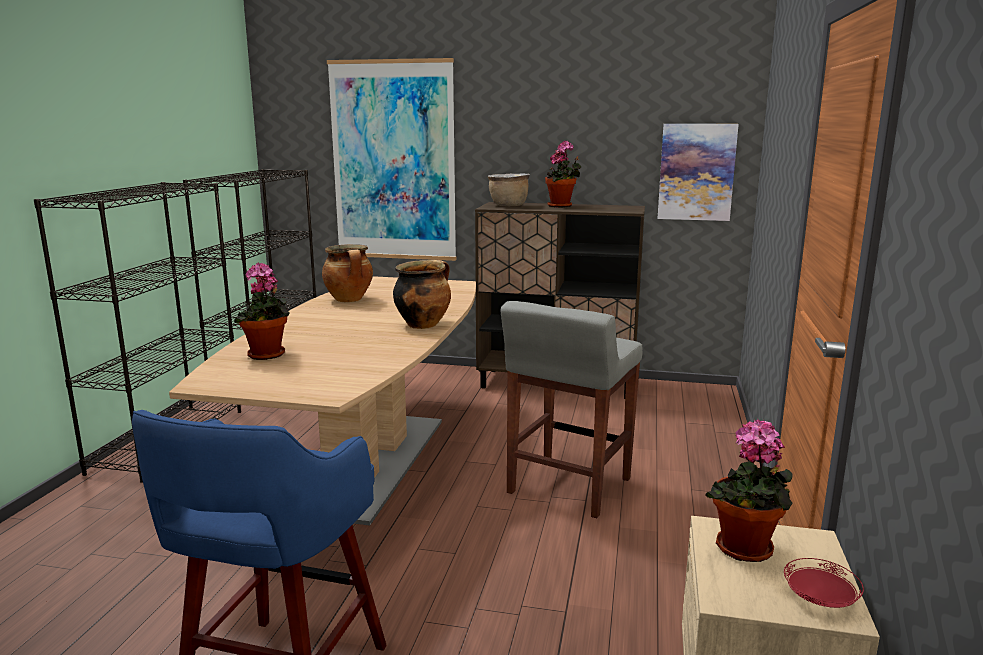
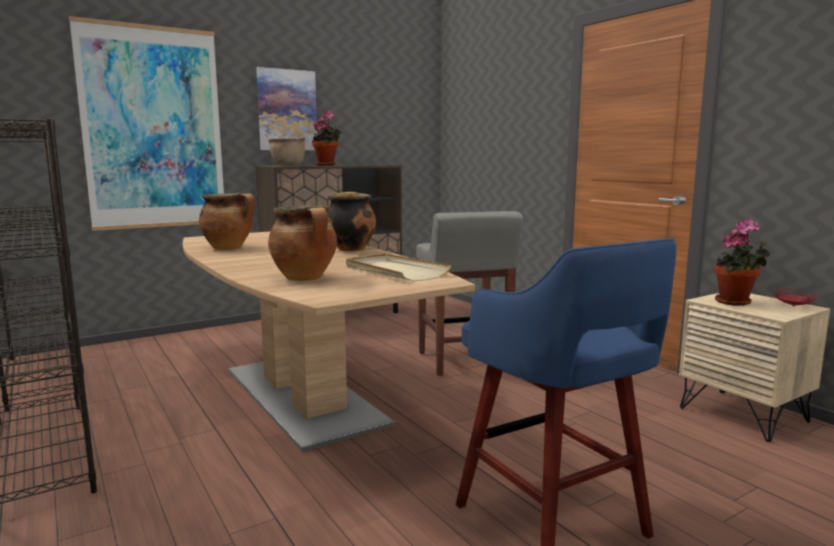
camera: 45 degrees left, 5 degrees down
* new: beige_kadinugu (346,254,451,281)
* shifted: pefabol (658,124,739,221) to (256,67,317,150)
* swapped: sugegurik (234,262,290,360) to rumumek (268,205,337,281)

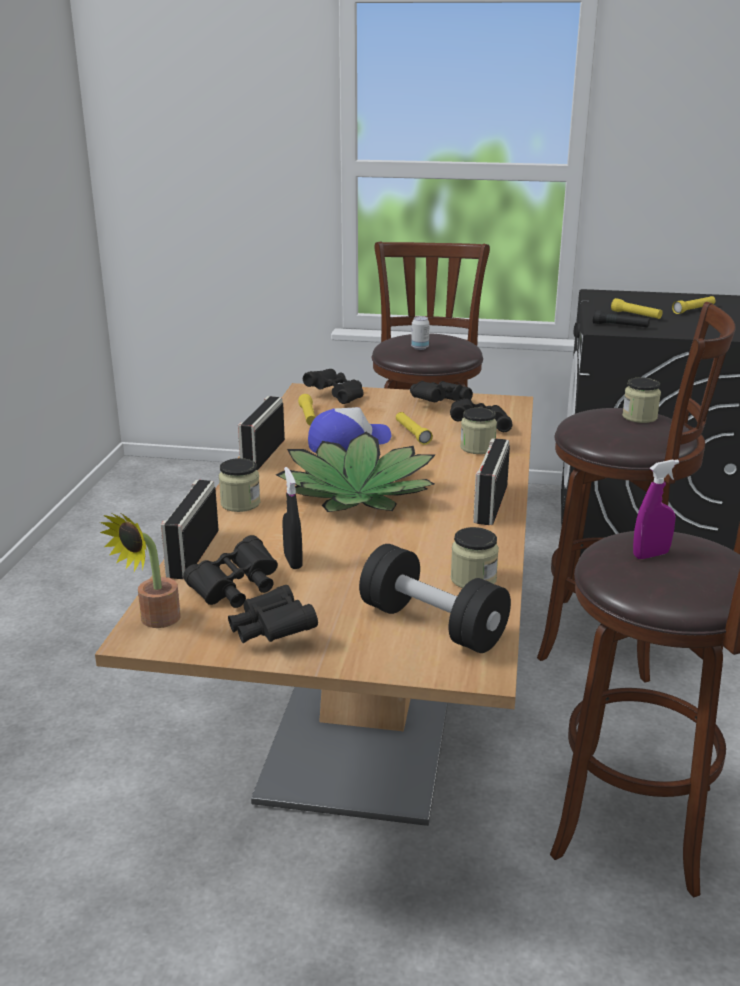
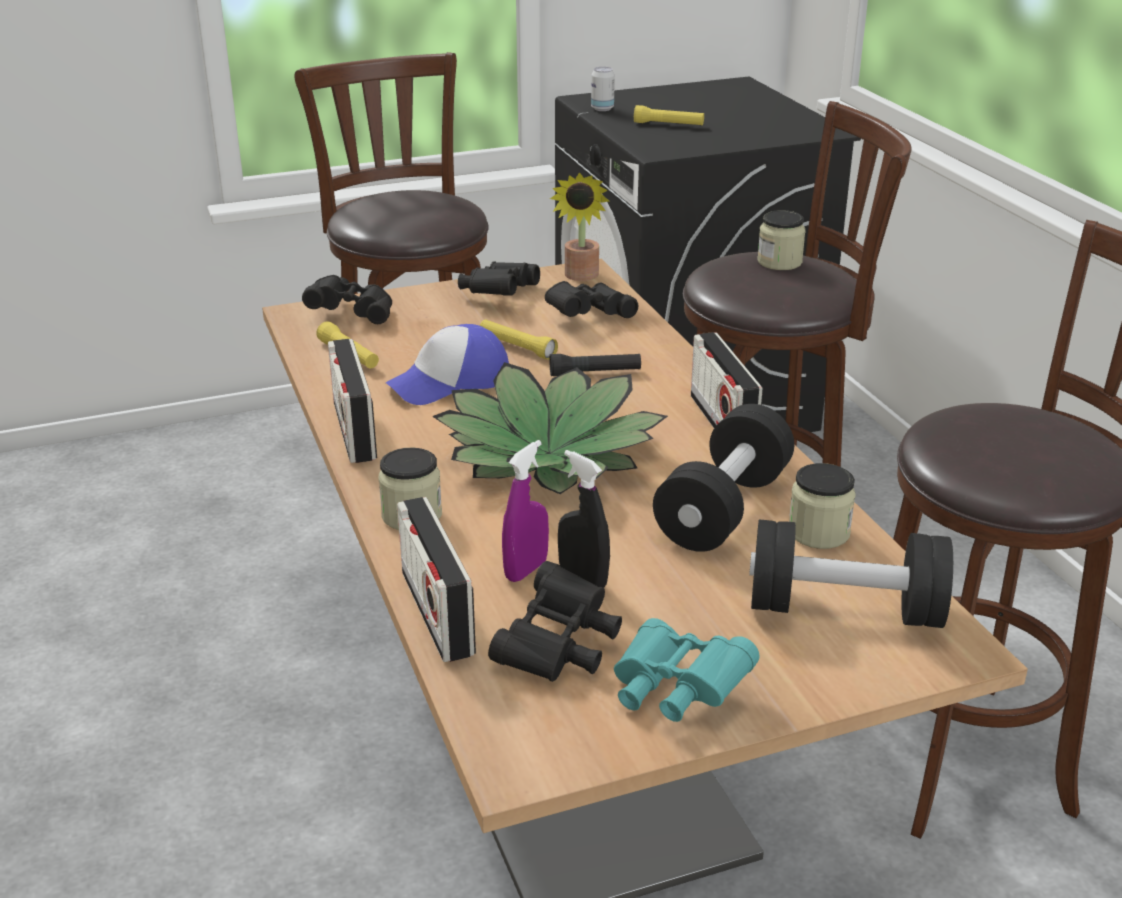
camera: 30 degrees left, 5 degrees up
* gone: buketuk (460,408,497,454)
* gone: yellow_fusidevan (672,296,716,314)
* new: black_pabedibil (653,404,794,552)
* shifted: sugegurik (100,513,180,628) to (550,172,609,281)
* shifted: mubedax (411,316,430,350) to (591,67,615,111)
* shifted: black_fusidevan (593,310,650,328) to (550,354,641,376)
* shifted: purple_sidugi (633,459,679,559) to (502,440,549,582)
* repainted: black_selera (228,585,318,643) to turquoise_selera (614,618,760,722)
* rotated: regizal (308,407,391,453) = (386,324,509,405) 150 degrees counterclockwise

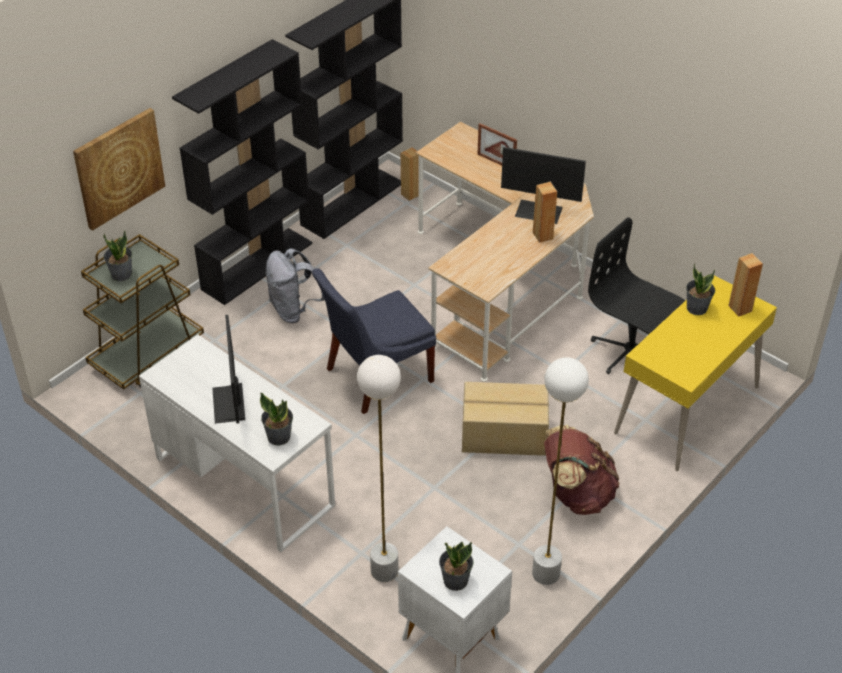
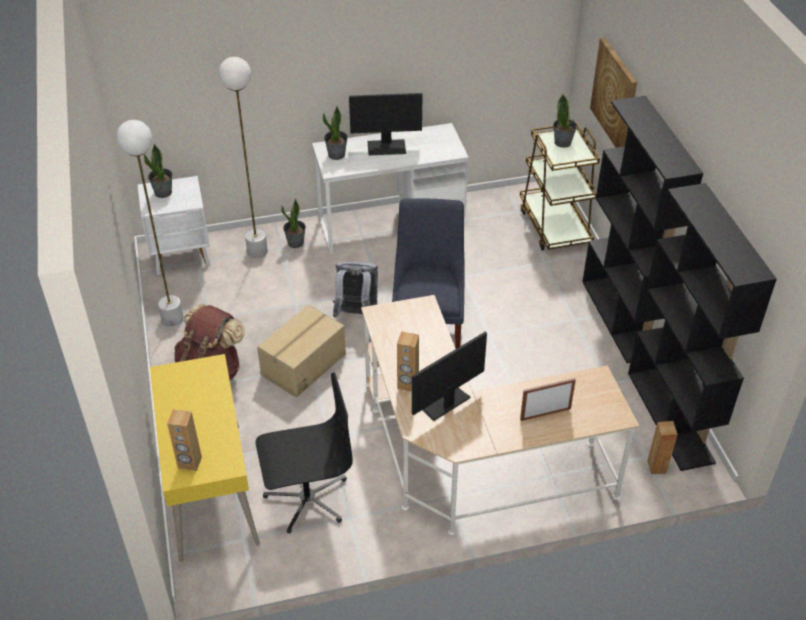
camera: 125 degrees right, 0 degrees up
* shifted: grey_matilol (265,248,325,323) to (333,262,378,318)
* shifted: sugegurik (686,263,715,315) to (281,199,306,248)
* rotated: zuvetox (212,315,245,424) = (349,93,423,155) 150 degrees clockwise

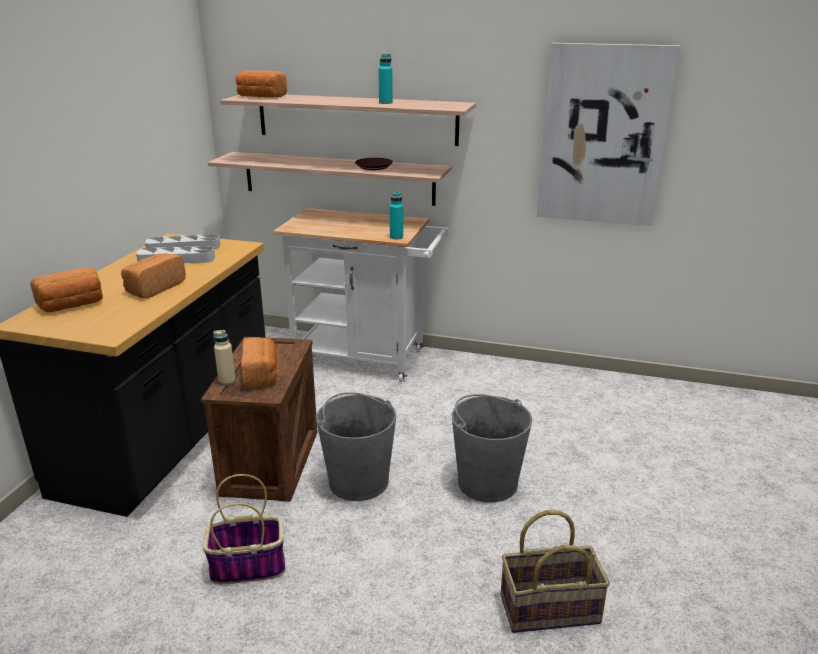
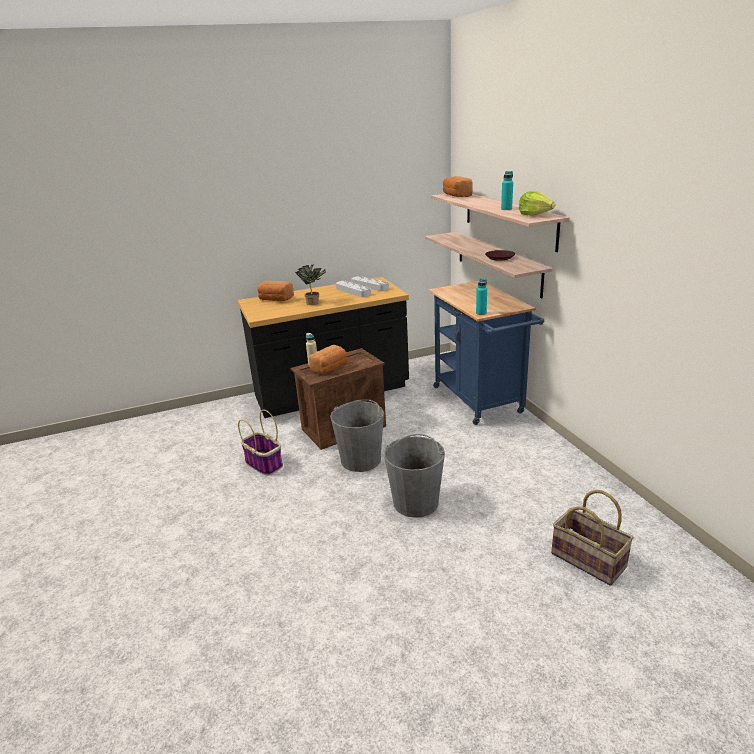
camera: 55 degrees right, 0 degrees up
* gone: pefabol (537,43,680,226)
* new: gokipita (519,191,555,216)
* shifted: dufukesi (501,510,610,633) to (551,490,634,586)
* swapped: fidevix (121,253,186,298) to sugegurik (295,265,326,305)
* repainted: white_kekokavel (273,208,449,382) to blue_kekokavel (429,281,544,425)

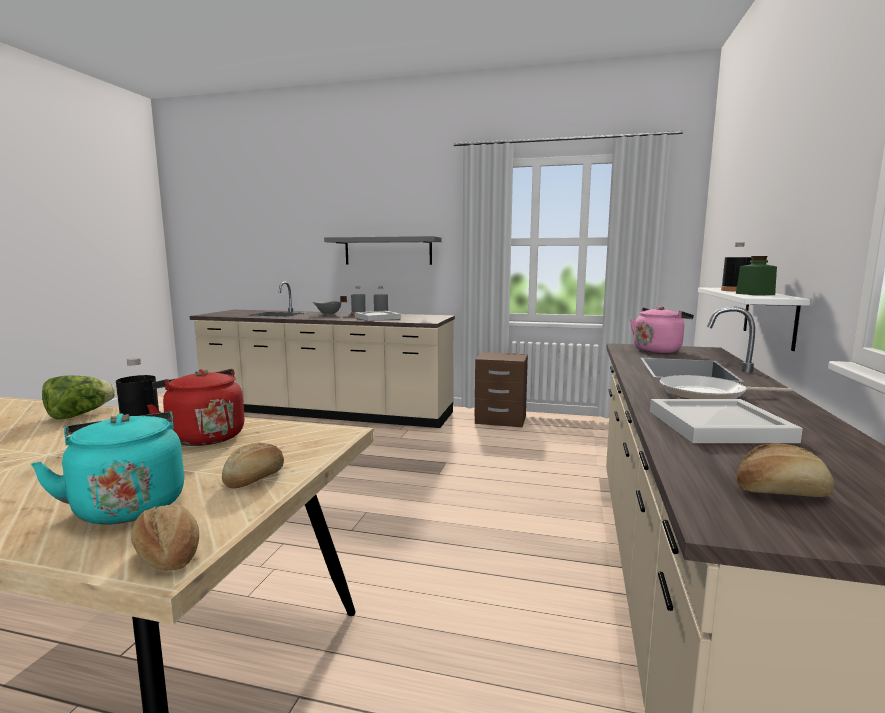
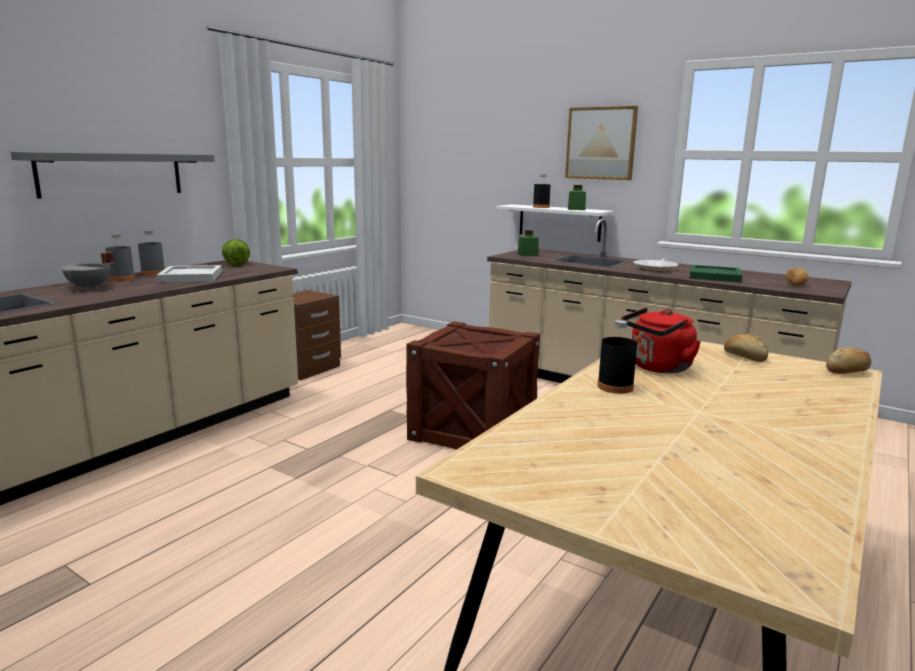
camera: 70 degrees left, 5 degrees up
* gone: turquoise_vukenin (31,411,184,525)
* new: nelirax (406,321,540,450)
* new: pefabol (565,106,638,180)
* shifted: gokipita (42,375,115,419) to (222,239,250,266)
* swapped: pink_vukenin (630,306,694,353) to green_buketuk (518,230,539,256)
* repainted: white_kadinugu (650,399,803,443) to green_kadinugu (690,265,742,282)

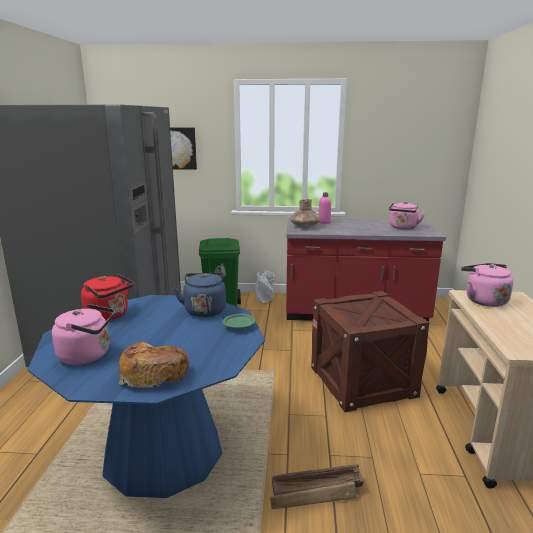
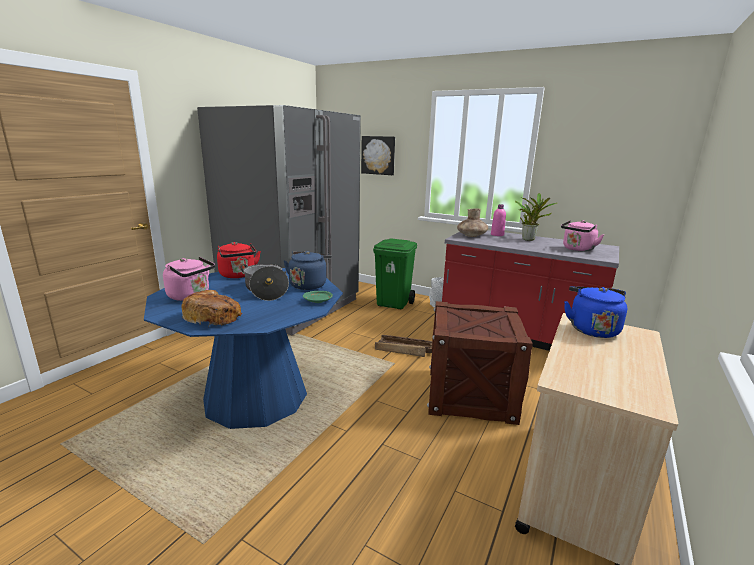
camera: 25 degrees right, 0 degrees up
* new: rumumek (240,264,289,301)
* new: sugegurik (515,193,557,241)
* shifted: nelirax (270,465,364,509) to (375,335,432,357)
* repainted: pink_vukenin (461,263,513,307) to blue_vukenin (564,286,627,338)

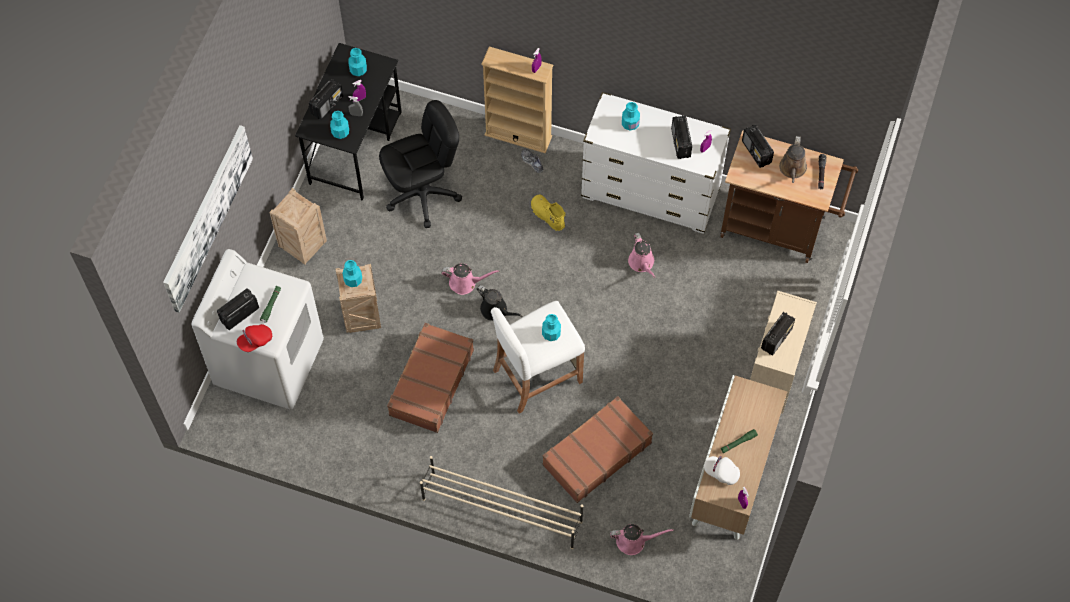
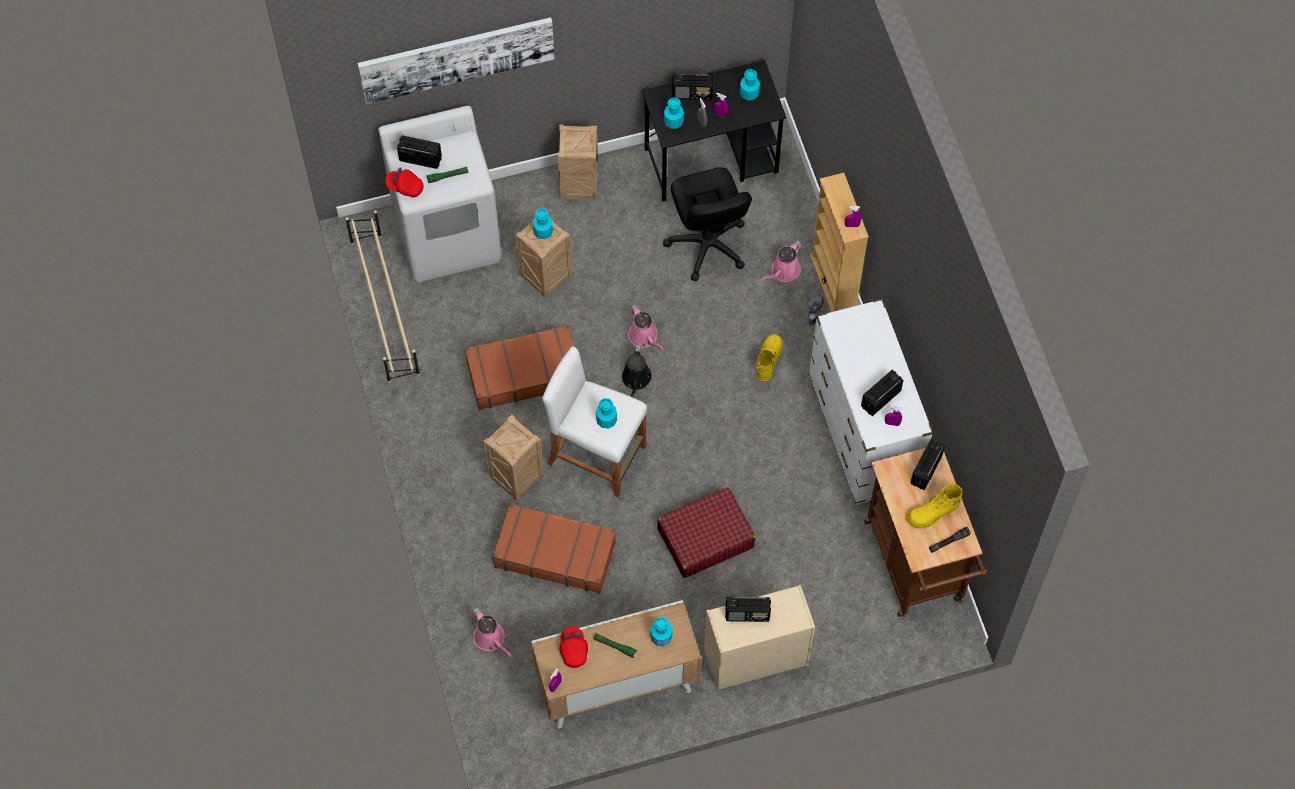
camera: 55 degrees right, 0 degrees up
* new: nelirax (483,414,544,501)
* new: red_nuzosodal (657,487,756,578)
* shifted: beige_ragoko (420,456,583,549) to (345,210,420,383)
* shifted: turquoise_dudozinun (622,102,640,131) to (650,617,672,646)
* shifted: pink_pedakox (628,232,655,278) to (761,240,802,282)
* swapped: brown_pedakox (779,136,807,183) to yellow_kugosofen (906,484,962,529)
* repainted: white_regizal (704,456,740,485) to red_regizal (559,627,588,668)
* rotated: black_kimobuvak (379,100,462,228) = (663,167,752,281) 45 degrees clockwise

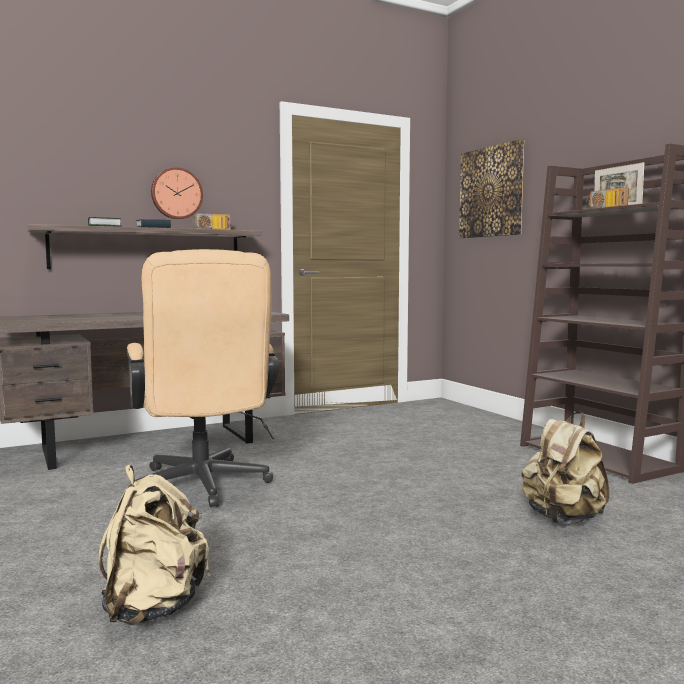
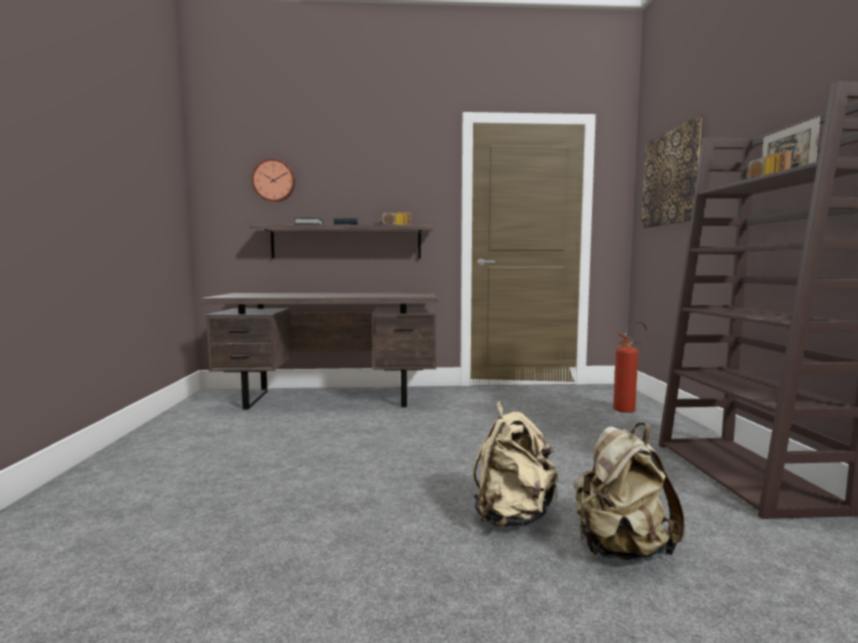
camera: 25 degrees right, 0 degrees up
* gone: beige_kimobuvak (127,249,279,508)
* new: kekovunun (613,321,647,413)
* shifted: beige_matilol (98,464,211,625) to (473,402,558,527)
* shifted: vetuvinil (151,167,203,219) to (252,159,295,202)

